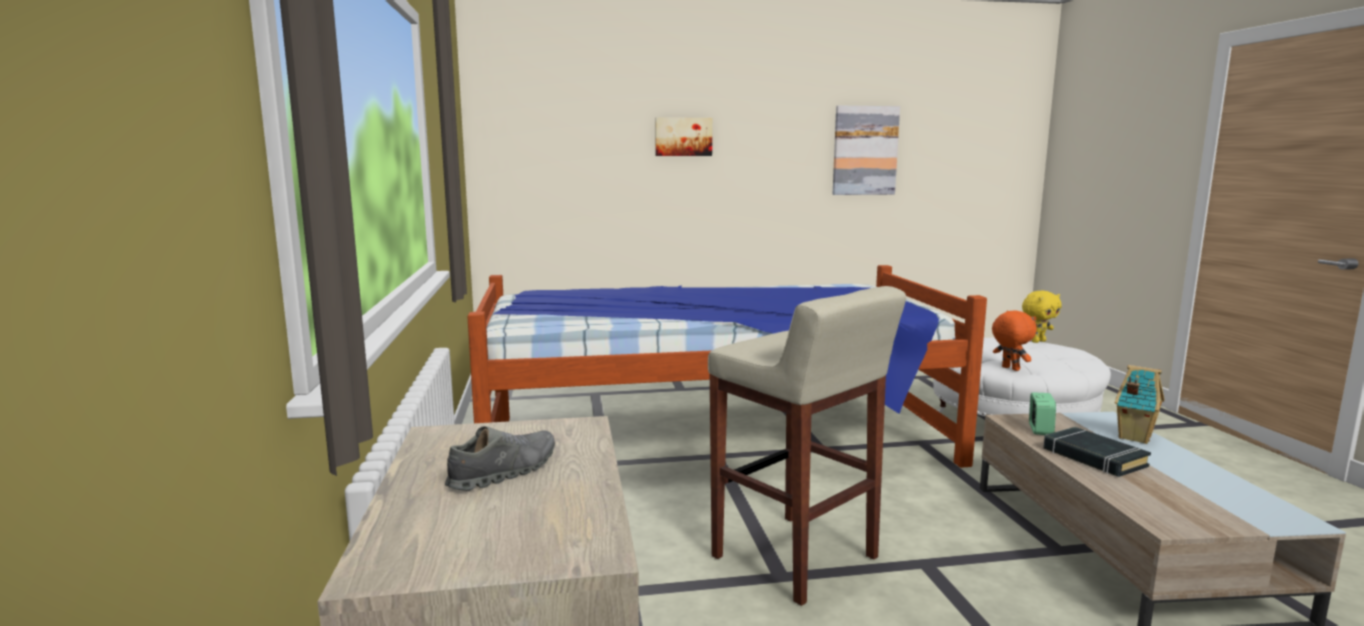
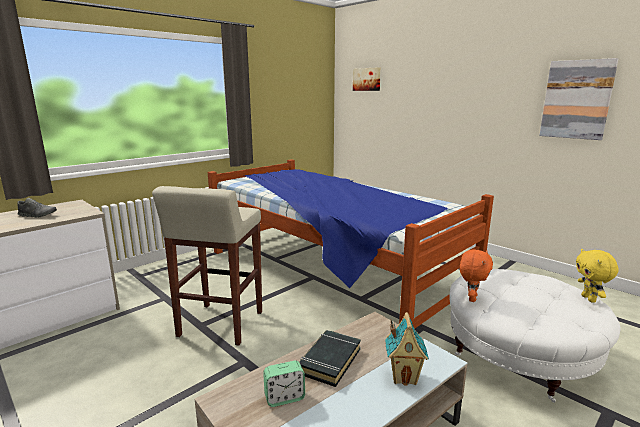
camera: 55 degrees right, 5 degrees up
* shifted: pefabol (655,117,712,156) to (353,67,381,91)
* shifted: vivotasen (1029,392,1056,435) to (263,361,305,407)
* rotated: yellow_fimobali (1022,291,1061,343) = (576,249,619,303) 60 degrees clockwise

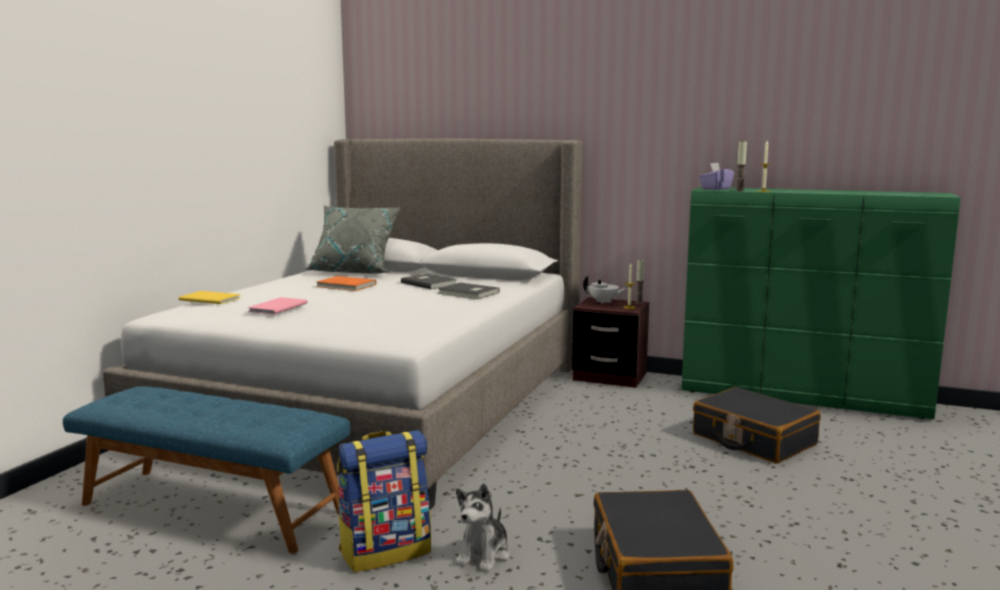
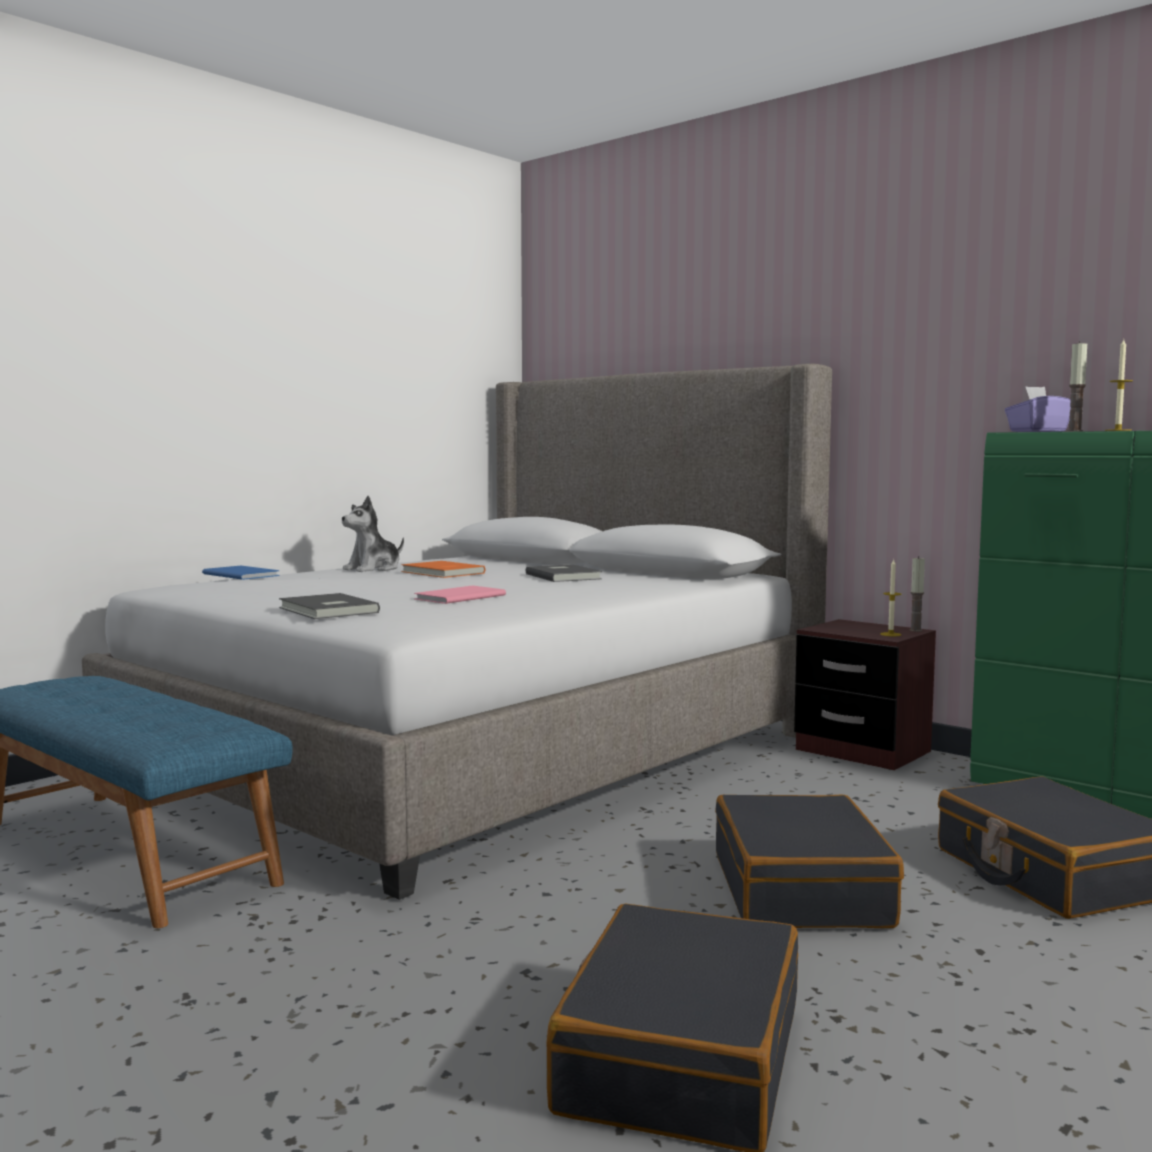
camera: 20 degrees right, 5 degrees down
* gone: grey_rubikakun (305,206,401,274)
* gone: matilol (337,430,431,572)
* gone: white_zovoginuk (583,275,627,304)
* new: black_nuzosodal (715,795,904,928)
* shifted: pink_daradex (247,297,308,314) to (414,586,506,604)
* shifted: grey_daradex (438,282,500,299) to (279,593,380,619)
* shifted: fimobali (455,483,510,572) to (342,496,404,572)
* repainted: yellow_daradex (179,291,241,304) to blue_daradex (202,566,280,580)

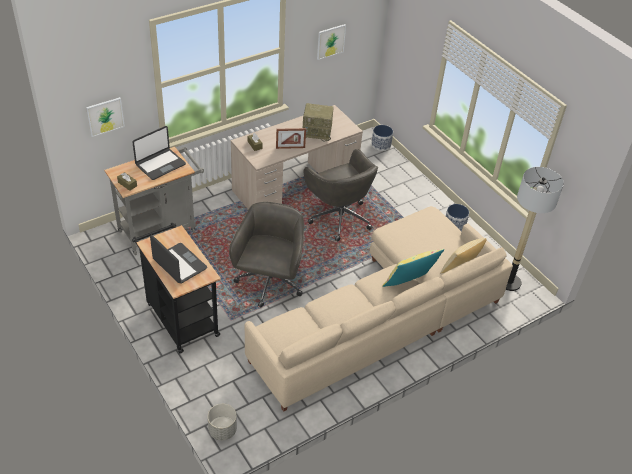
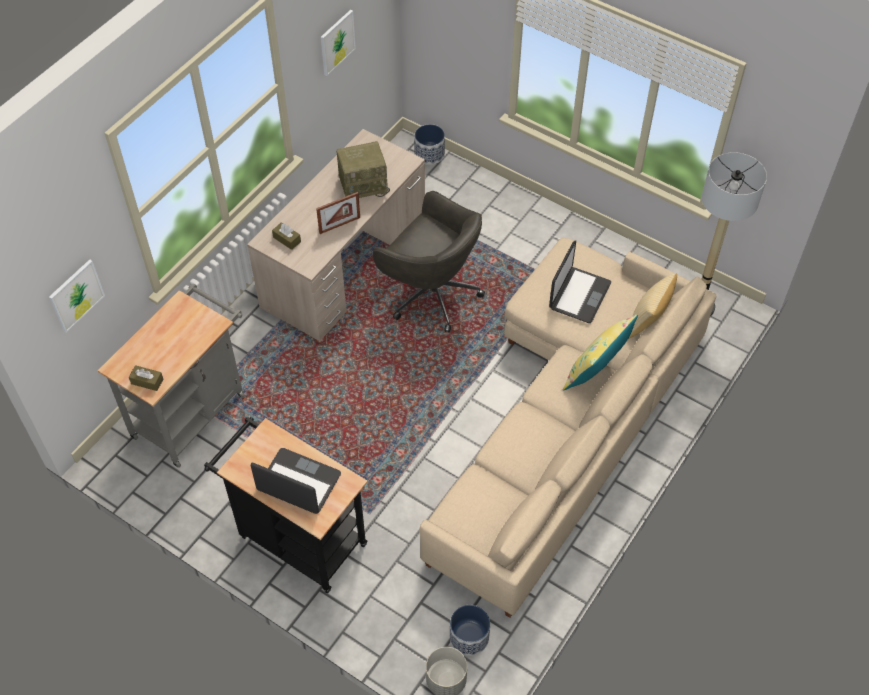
camera: 20 degrees left, 10 degrees up
* gone: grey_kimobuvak (229,202,304,307)
* shifted: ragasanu (132,126,186,180) to (549,241,611,323)
* shifted: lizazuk (446,204,469,232) to (450,605,490,656)

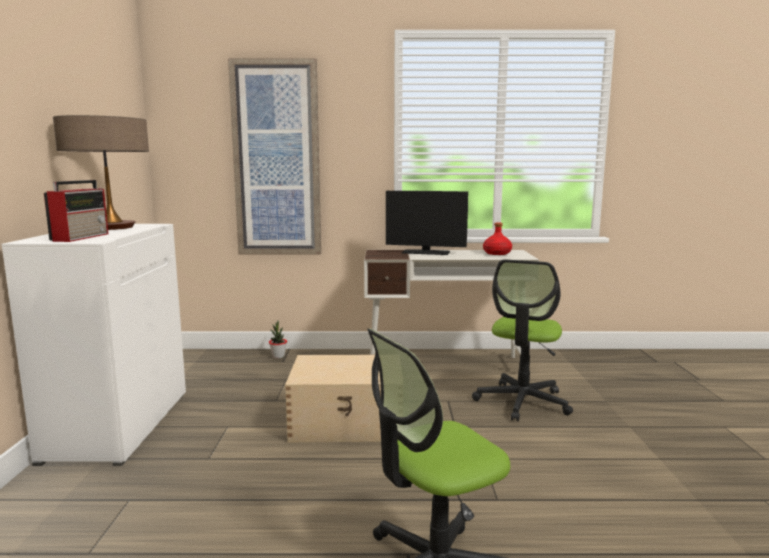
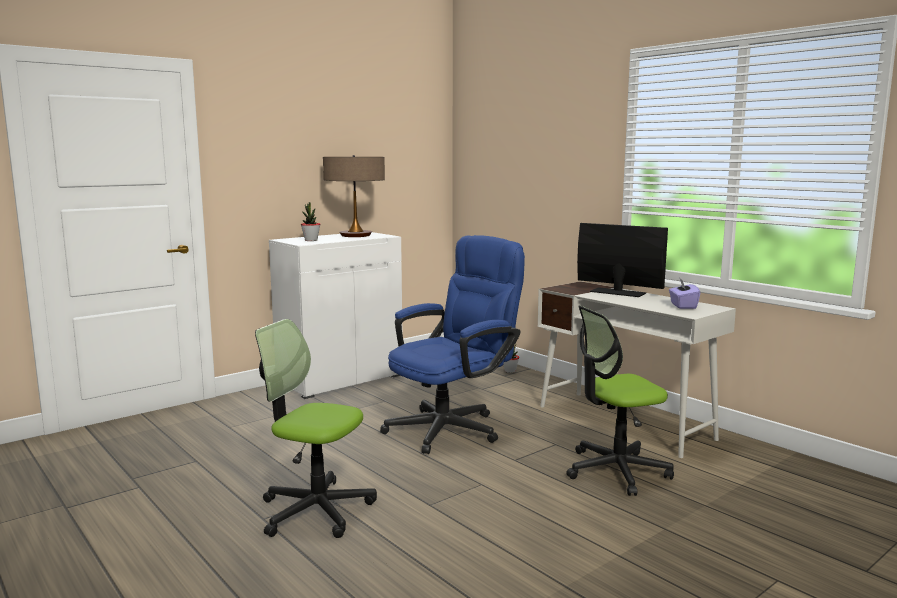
camera: 50 degrees right, 0 degrees up
* gone: pefabol (228,58,321,254)
* swapped: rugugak (44,180,108,242) to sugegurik (301,202,320,241)
* swapped: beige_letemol (285,355,381,442) to blue_kimobuvak (380,235,525,454)
* swapped: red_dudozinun (483,222,512,255) to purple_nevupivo (669,279,700,309)
* rotated: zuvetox (386,191,468,255) = (577,223,668,297) 150 degrees clockwise

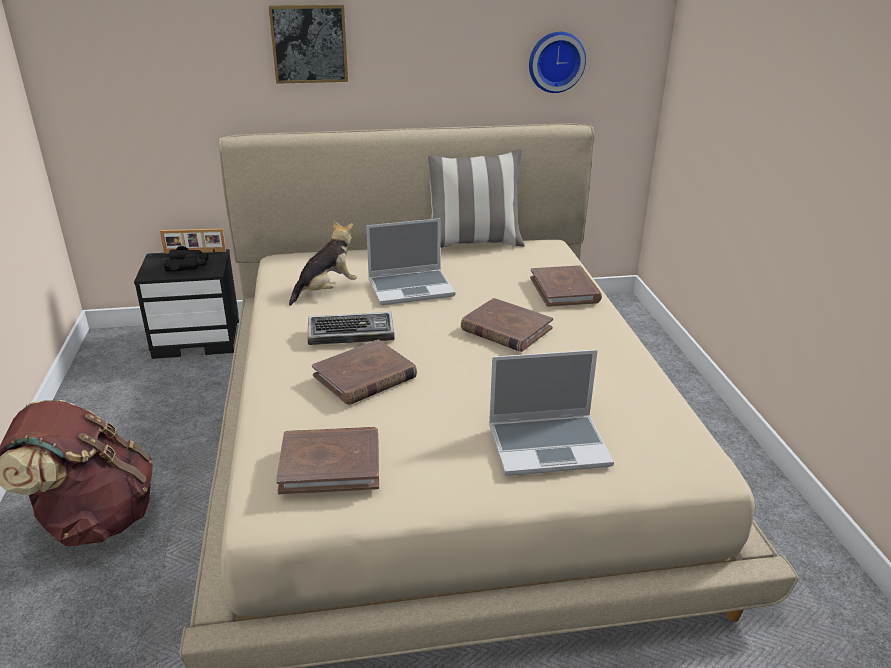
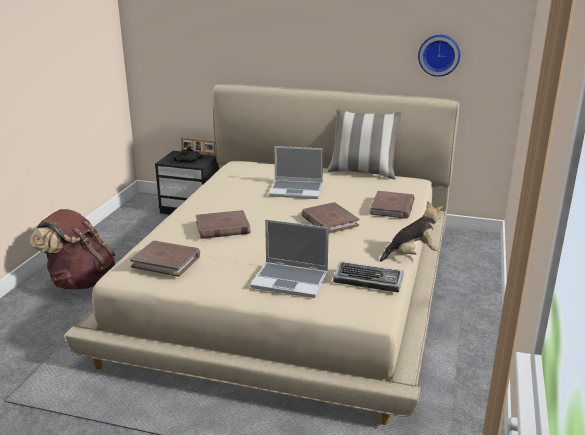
camera: 25 degrees right, 5 degrees down
* gone: pefabol (268,5,348,84)
* shifted: fimobali (289,220,357,306) to (380,201,443,262)
* shifted: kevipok (307,312,395,345) to (333,261,404,292)

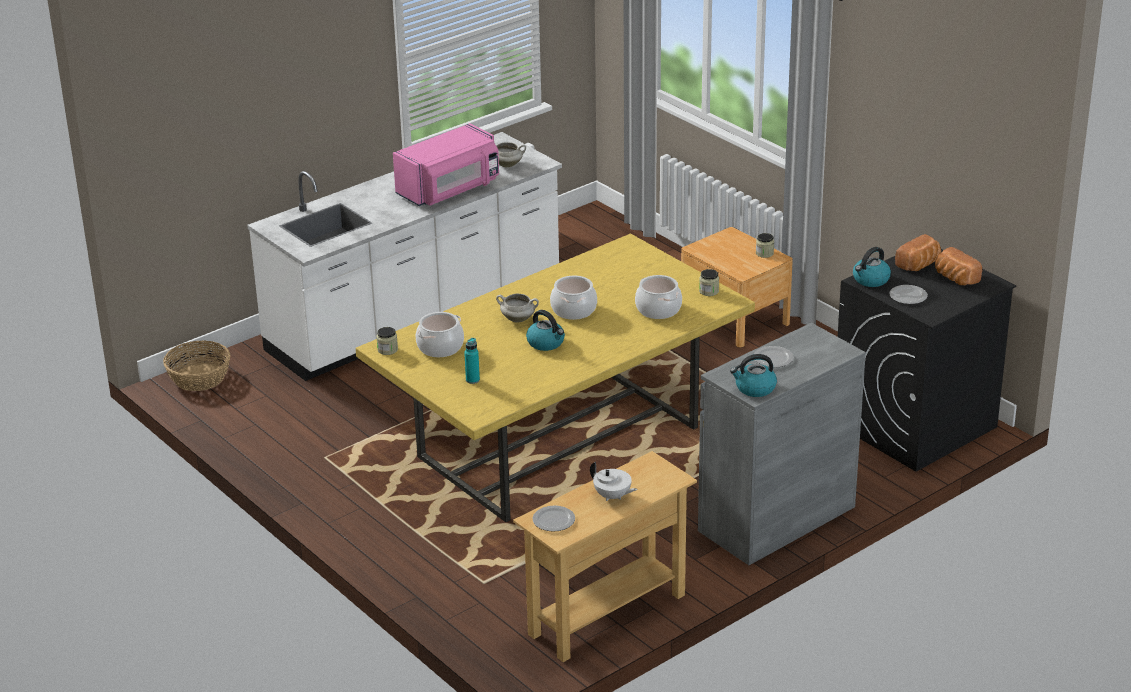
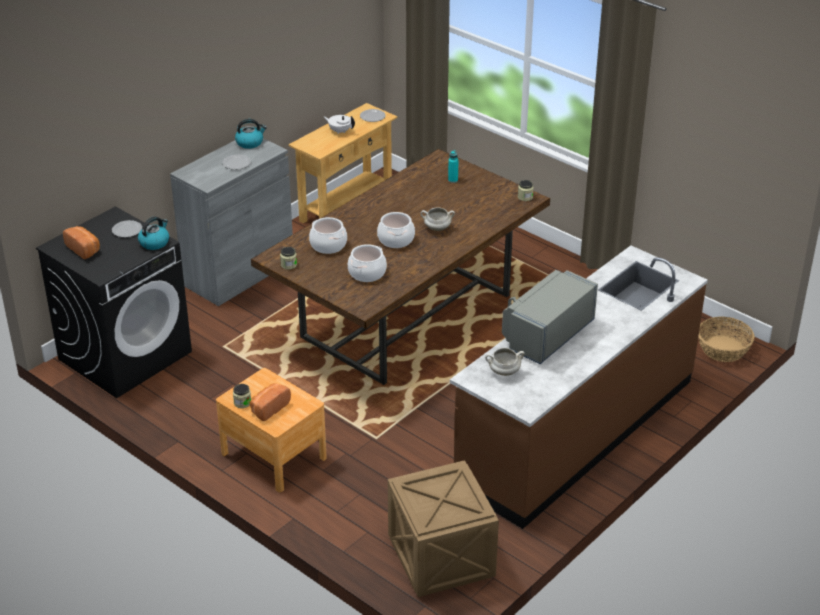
camera: 170 degrees right, 5 degrees up
* gone: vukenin (526,310,565,351)
* new: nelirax (388,460,499,597)
* shifted: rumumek (416,312,464,357) to (348,244,387,282)
* shifted: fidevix (895,234,941,271) to (250,383,291,421)
* repainted: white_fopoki (247,132,562,381) to brown_fopoki (450,245,708,529)
* repainted: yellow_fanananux (356,234,755,522) to brown_fanananux (251,149,550,385)
* repainted: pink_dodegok (393,123,499,206) to grey_dodegok (502,270,598,364)

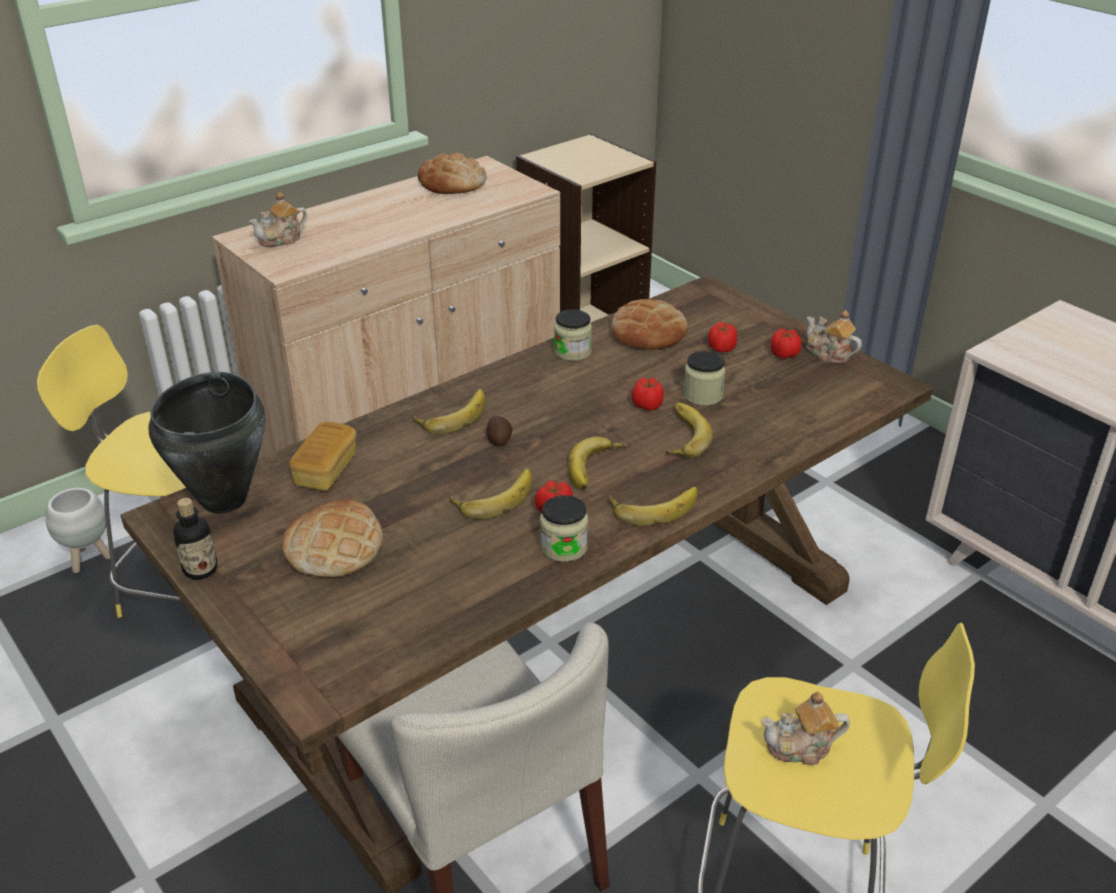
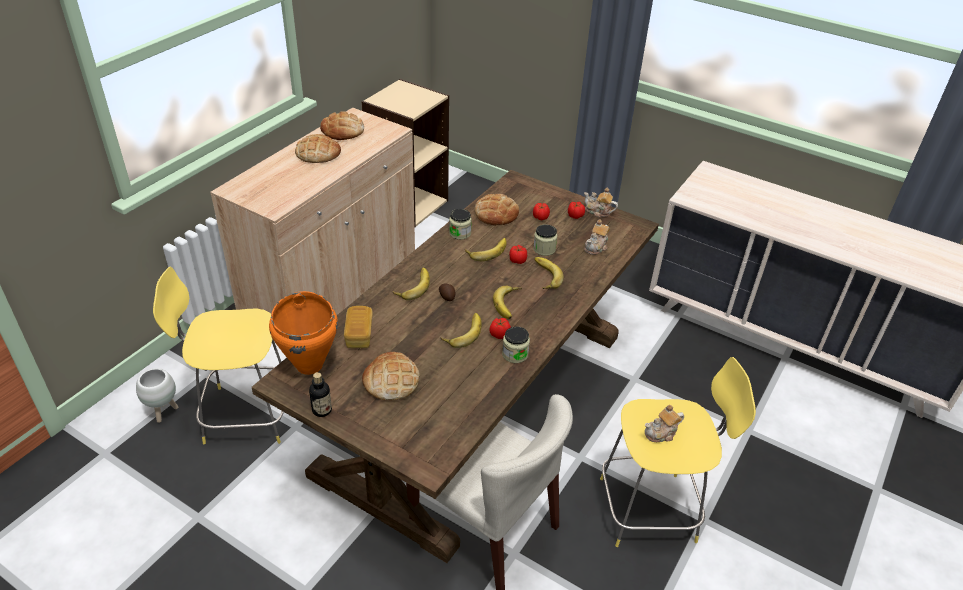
camera: 20 degrees left, 5 degrees up
* new: fidevix (295,134,341,163)
* shifted: zovoginuk (249,192,307,247) to (584,219,610,255)
* shifted: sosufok (609,487,698,526) to (465,238,507,261)
* repainted: black_rumumek (149,372,265,514) to orange_rumumek (269,291,338,375)

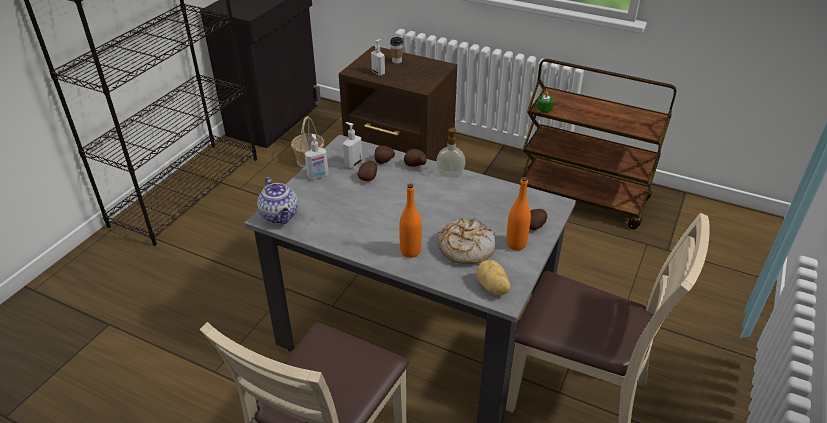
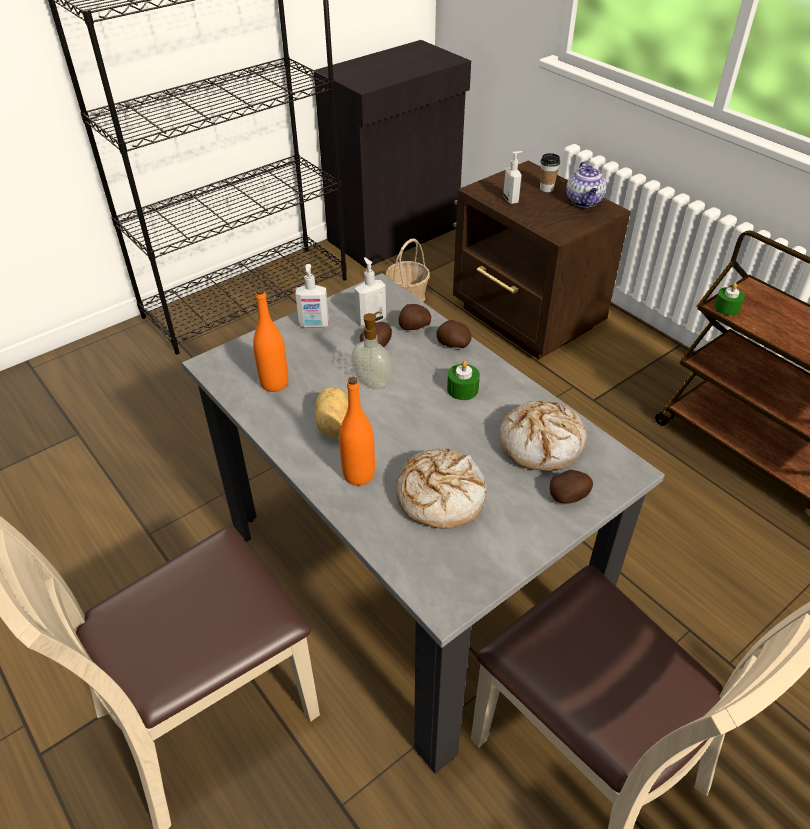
camera: 25 degrees right, 5 degrees up
* new: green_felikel (447,360,480,400)
* new: fidevix (499,400,587,471)
* shifted: zovoginuk (257,177,298,224) to (566,161,607,207)
* shifted: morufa (436,127,466,177) to (351,311,392,389)
* shifted: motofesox (476,260,511,295) to (315,387,348,437)
* shifted: orange_dudozinun (506,177,531,250) to (253,288,288,392)

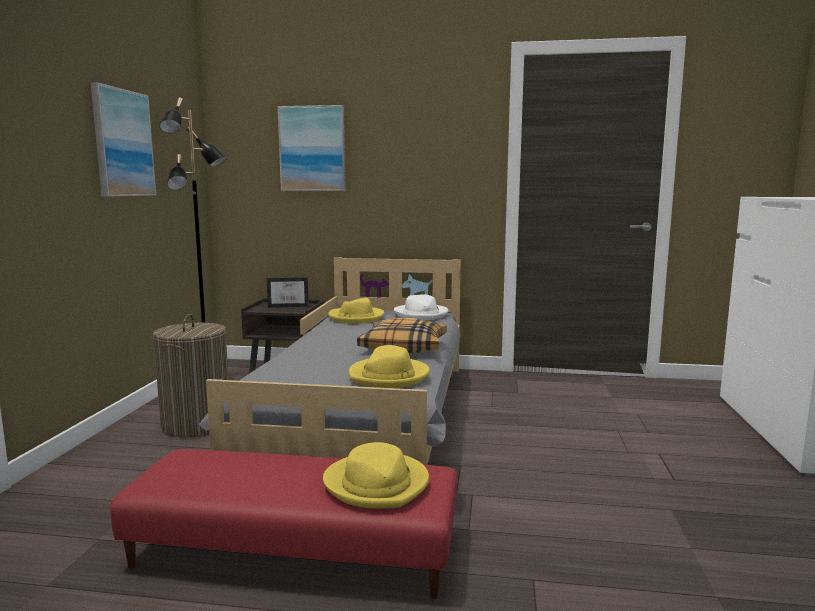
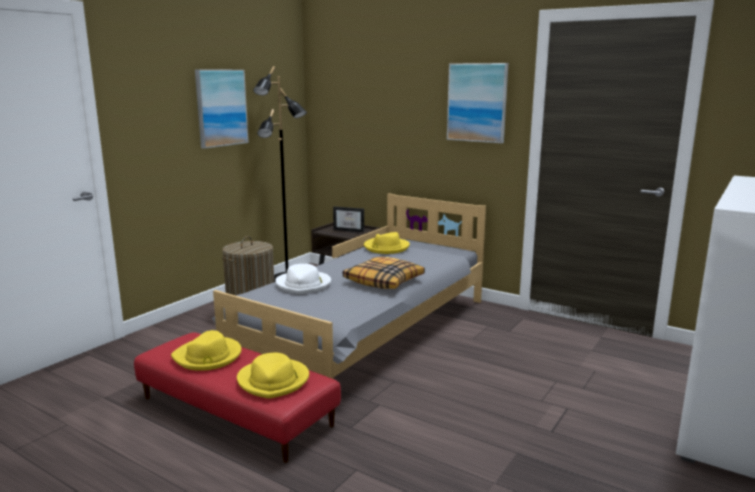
camera: 25 degrees right, 5 degrees up
* shifted: pefabol (278,105,346,191) to (447,63,508,143)
* shifted: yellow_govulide (349,345,430,388) to (171,330,242,371)
* shifted: white_govulide (394,294,449,320) to (275,264,331,294)

